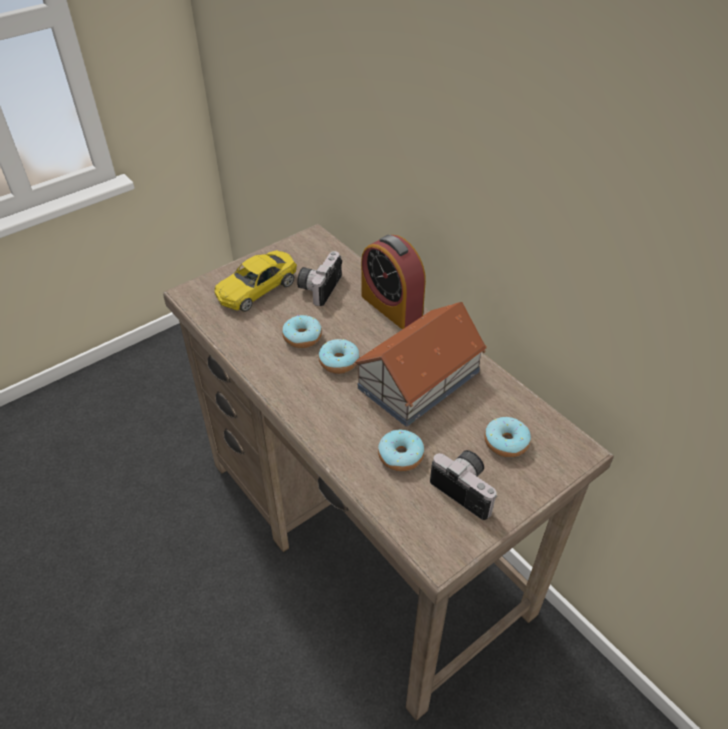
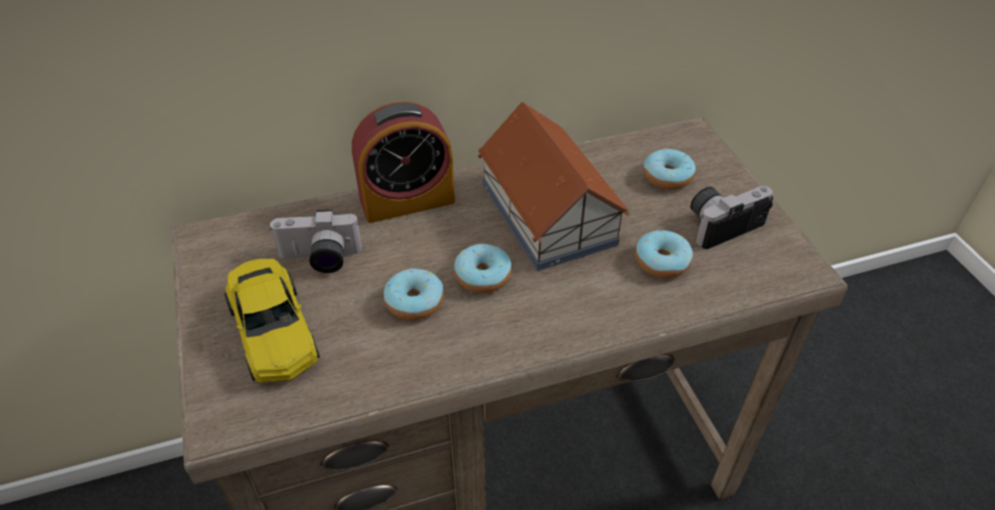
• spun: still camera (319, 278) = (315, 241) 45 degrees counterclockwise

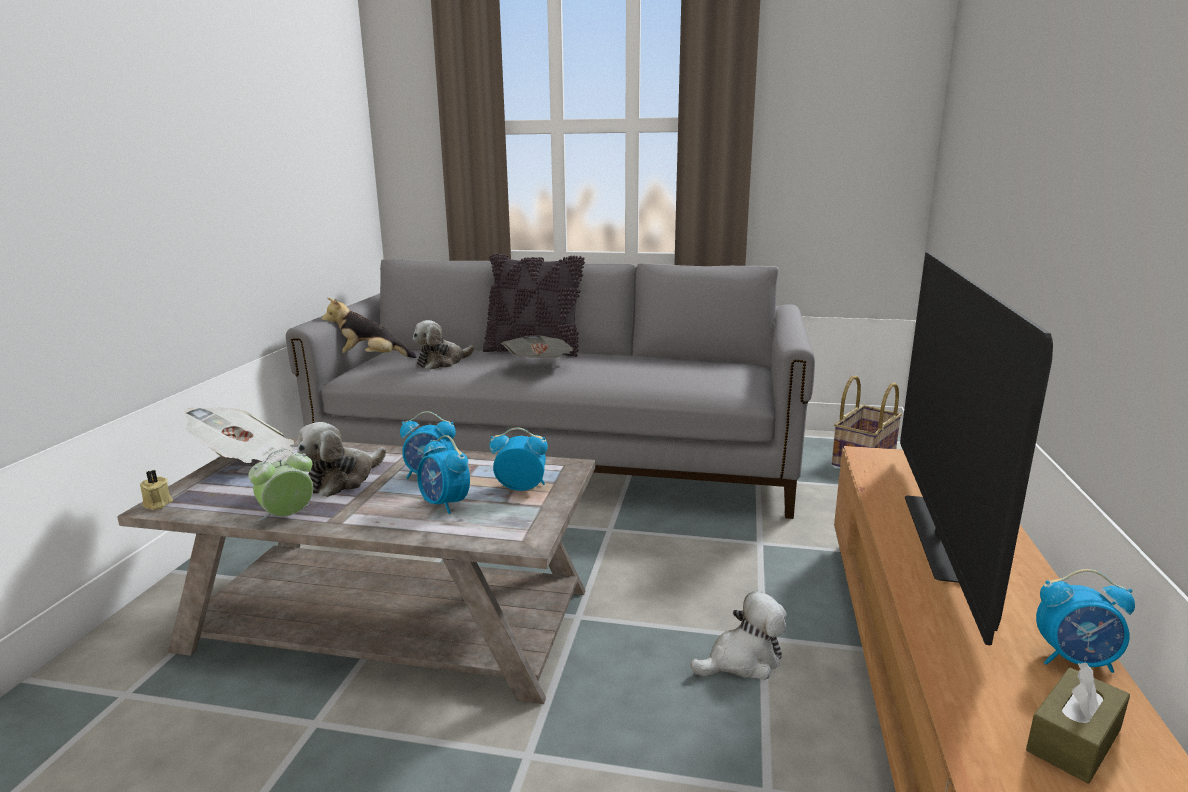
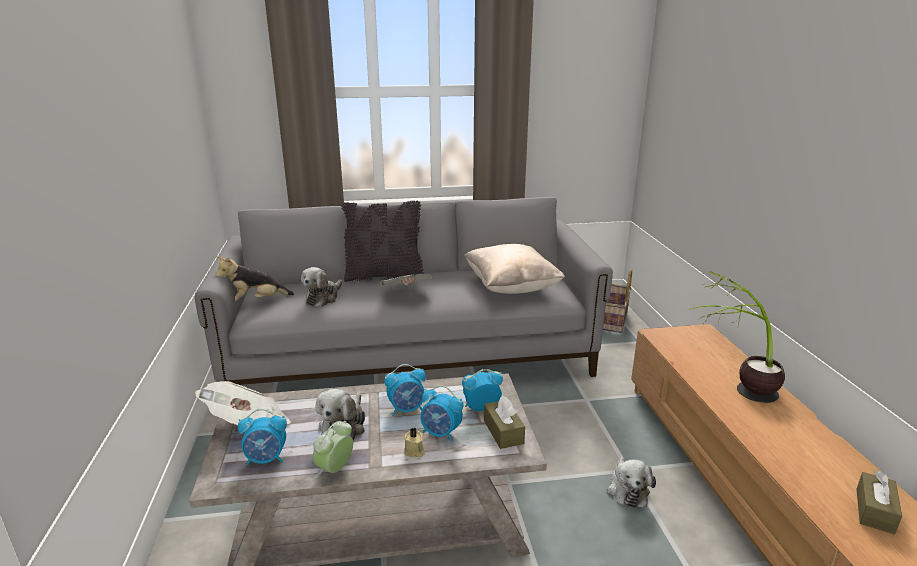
• relocated: bedside clock (1085, 621) to (262, 437)
• relocated: wax candle (beige-coloured) (156, 490) to (414, 443)
• appeared: throw pillow (beige-coloured) (514, 269)
• appeared: tissue holder (brown-coloured) (504, 422)
• spun: plush toy (738, 635) = (631, 481) 135 degrees clockwise
• exchanged: television (976, 448) to potted plant (737, 337)

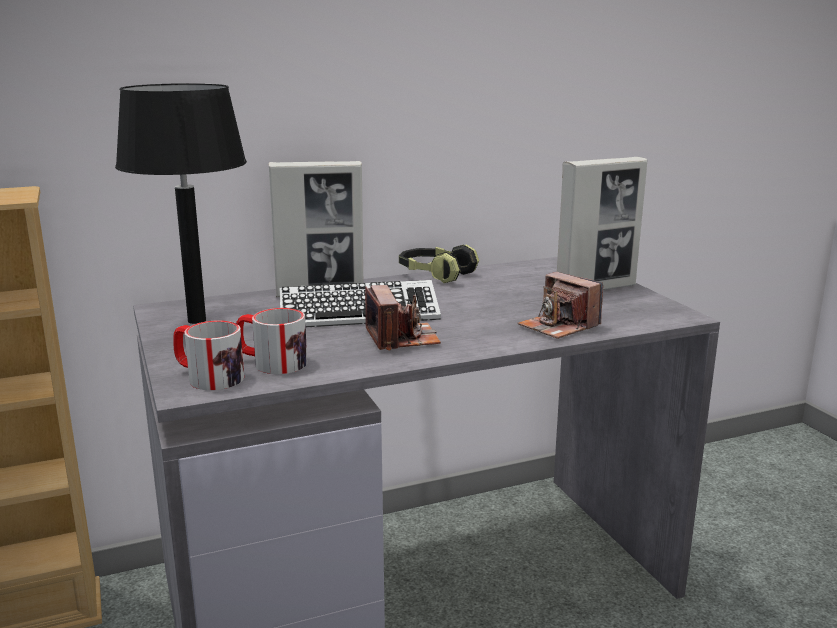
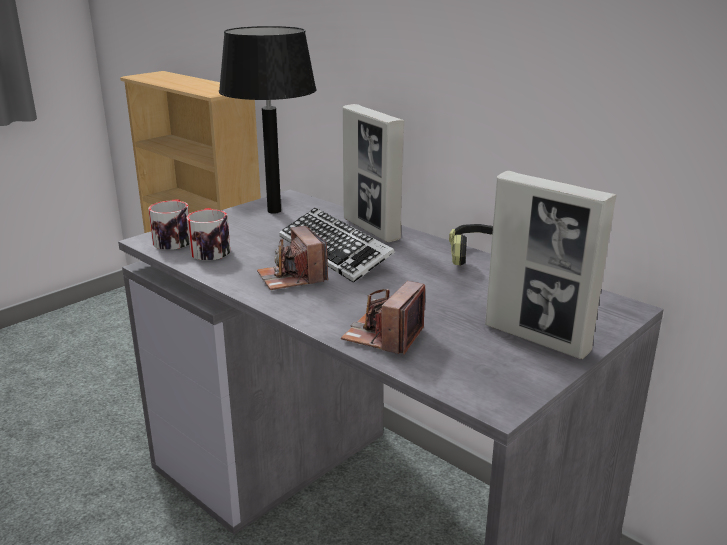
• spun: still camera (403, 317) = (292, 258) 105 degrees clockwise

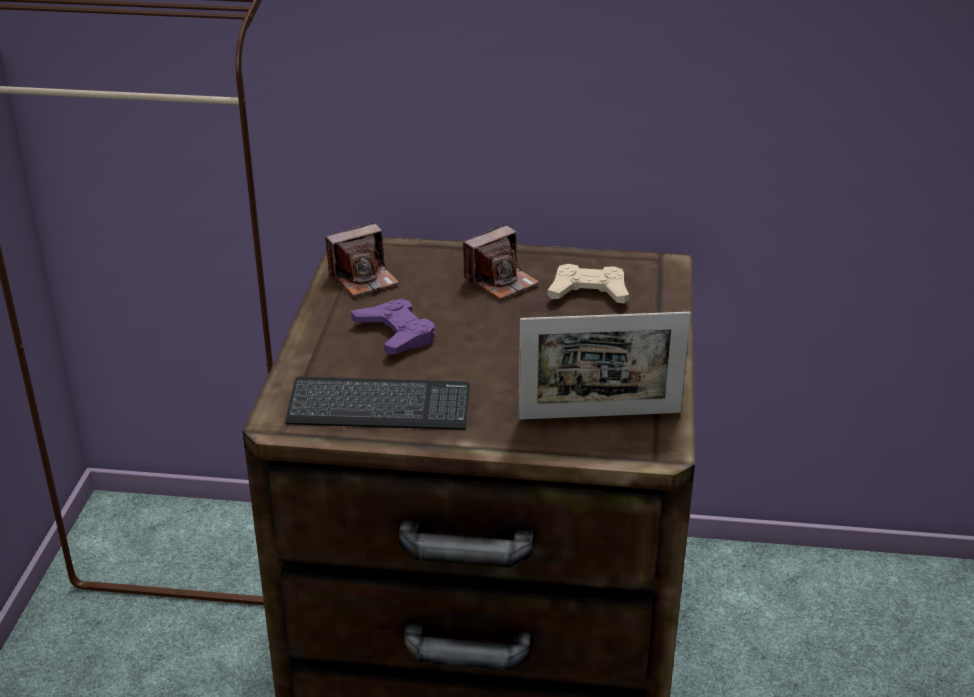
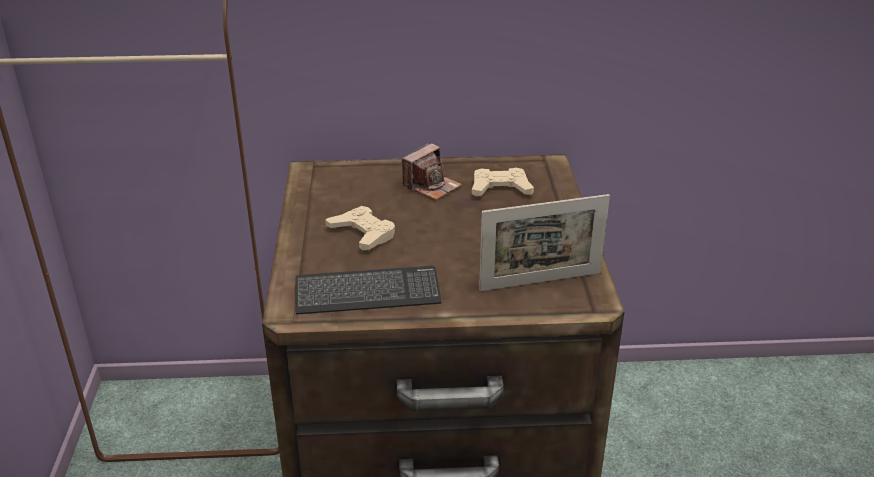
• colour: joypad (purplish) (393, 326) to joypad (beige-coloured) (360, 228)
• missing: still camera (362, 259)

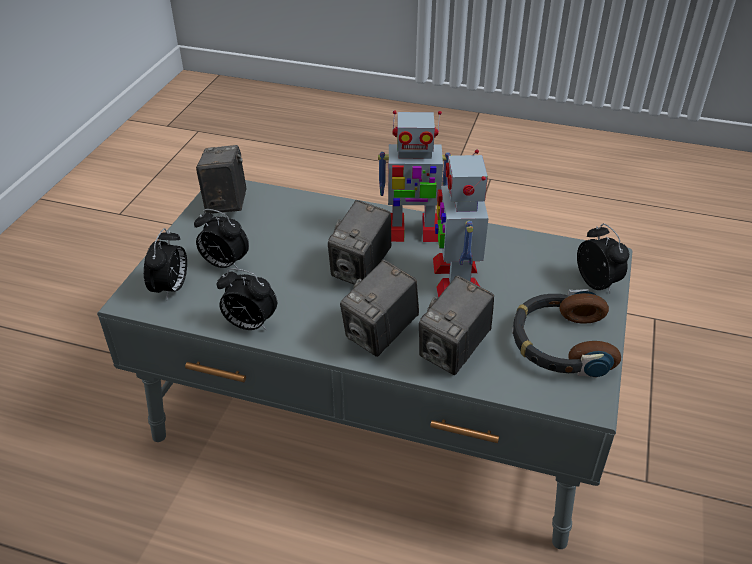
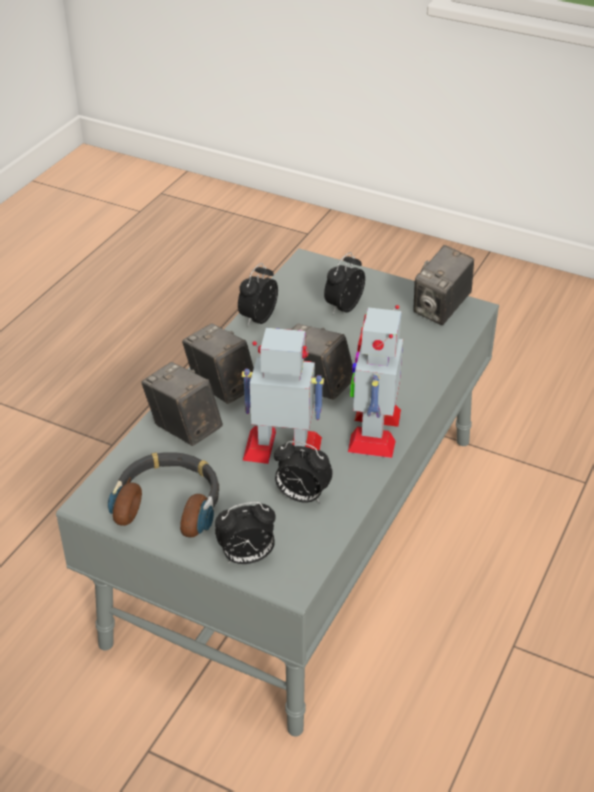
• relocated: bedside clock (165, 264) to (303, 472)
• spun: still camera (221, 179) = (443, 285) 120 degrees clockwise

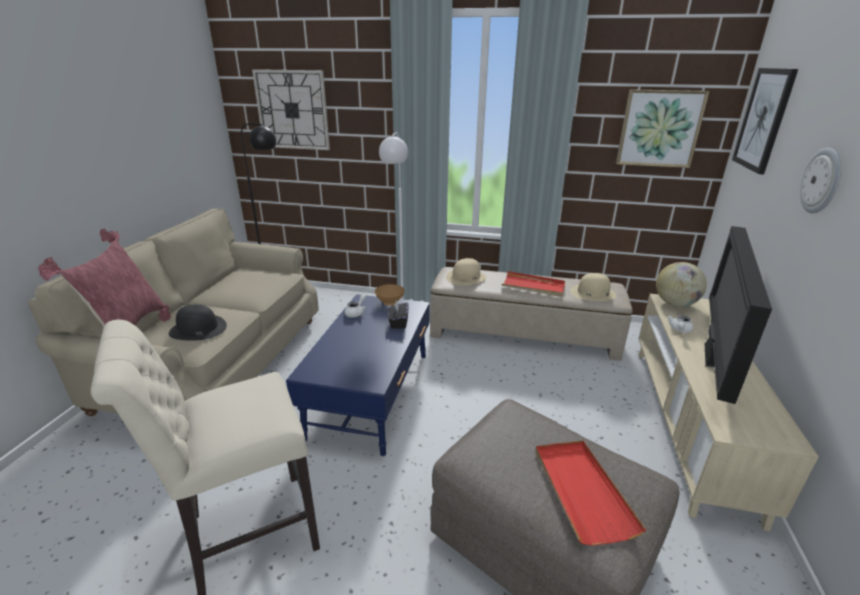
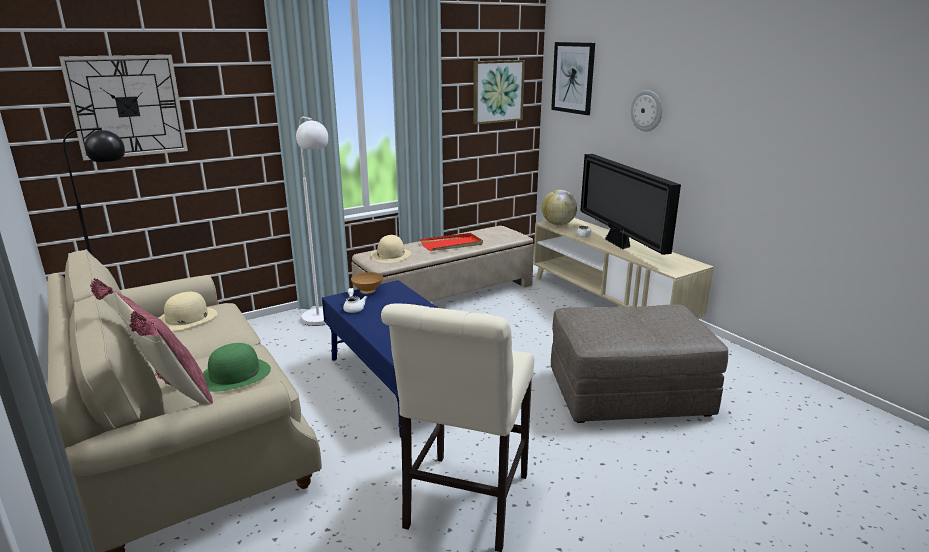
• relocated: clothing hat (beige-coloured) (593, 287) to (188, 311)
• colour: clothing hat (black) (198, 322) to clothing hat (green-coloured) (237, 367)
• missing: tissue holder (black) (398, 314)
• missing: carrying tray (reddish) (590, 493)

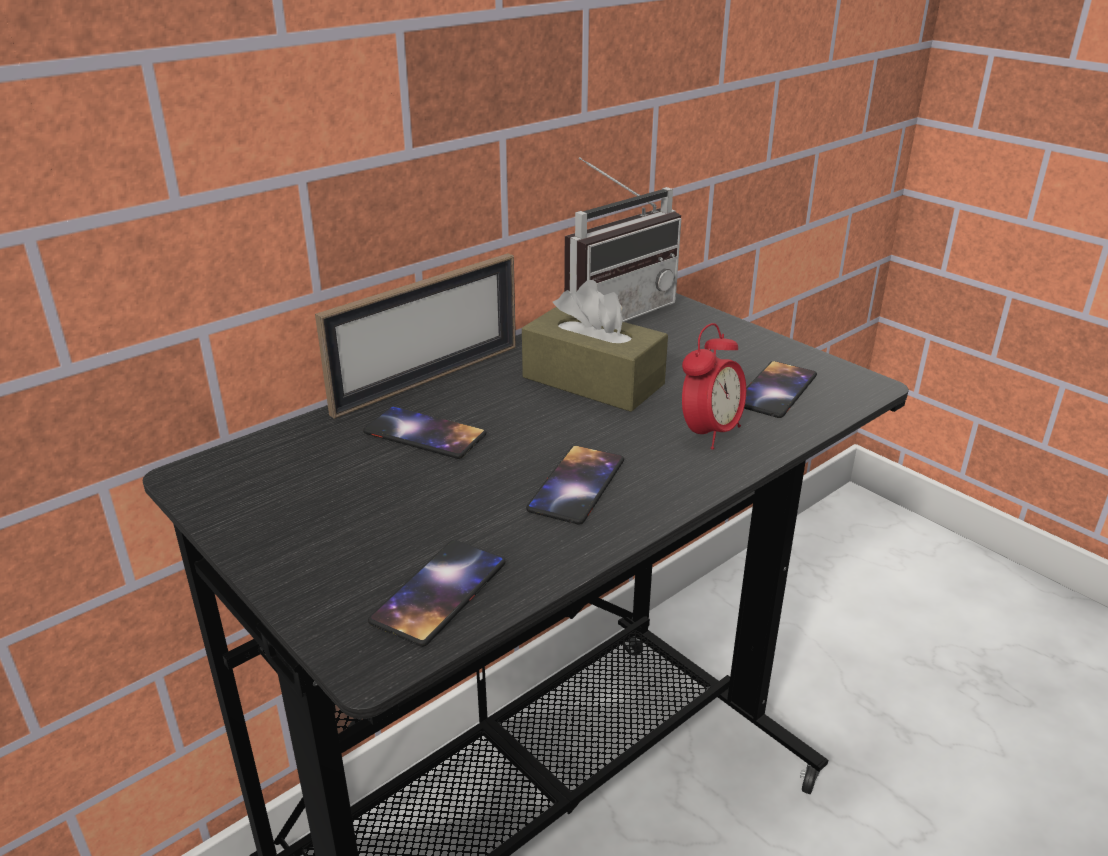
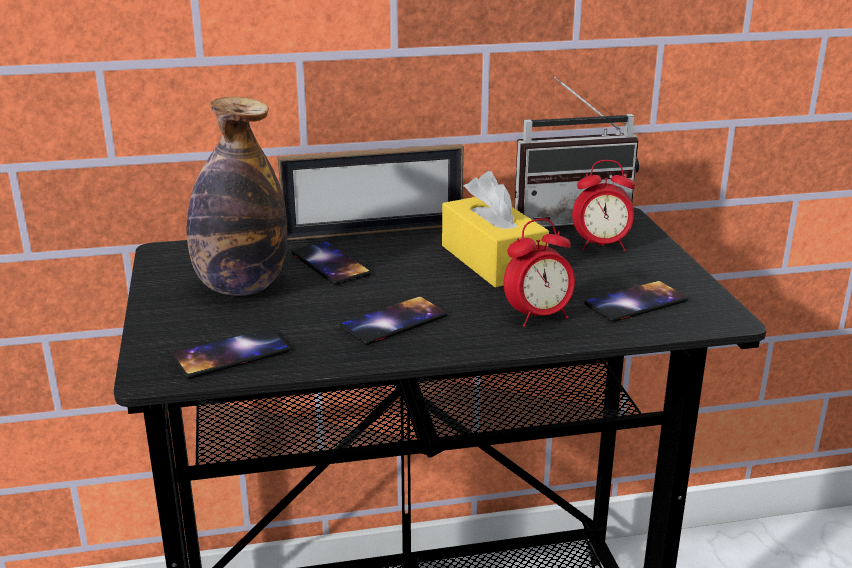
• appeared: beverage bottle (237, 196)
• colour: tissue holder (brown-coloured) (595, 346) to tissue holder (yellow) (495, 229)
• appeared: bedside clock (603, 205)

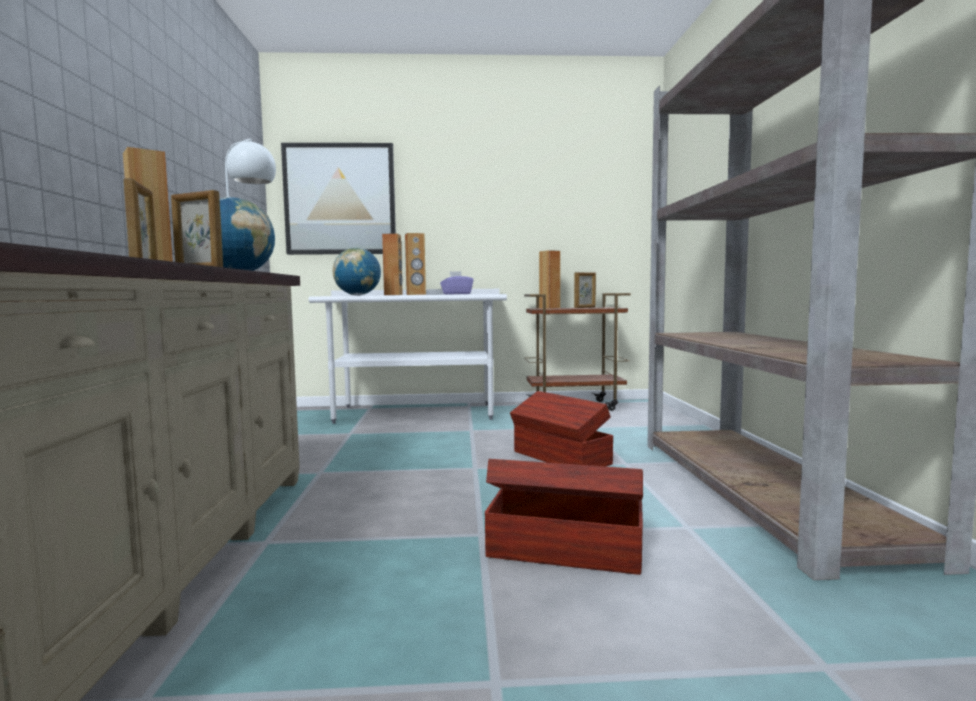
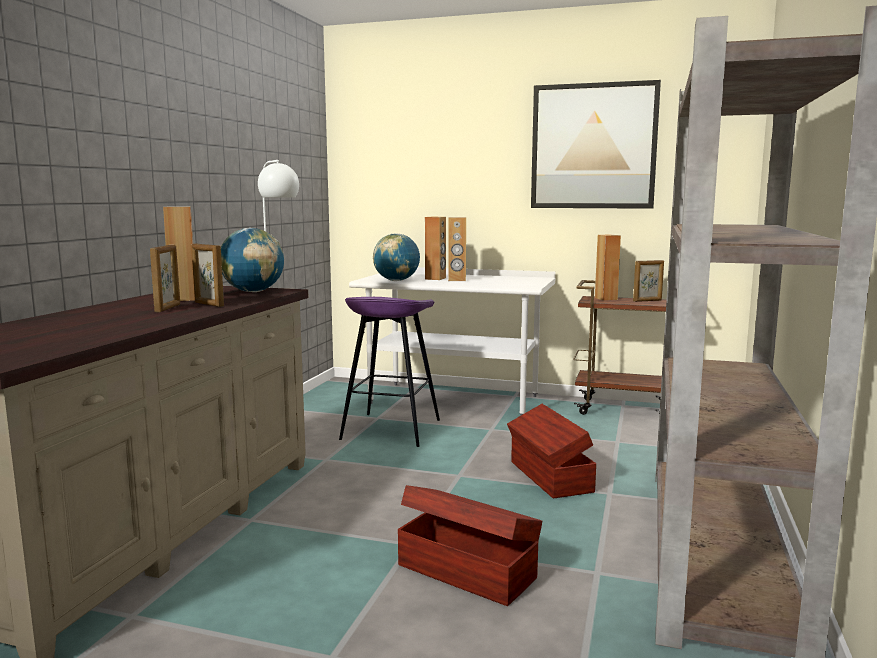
• appeared: stool seat (purplish) (389, 372)
• relocated: wall art (338, 199) to (596, 144)
• missing: tissue holder (purplish) (456, 282)

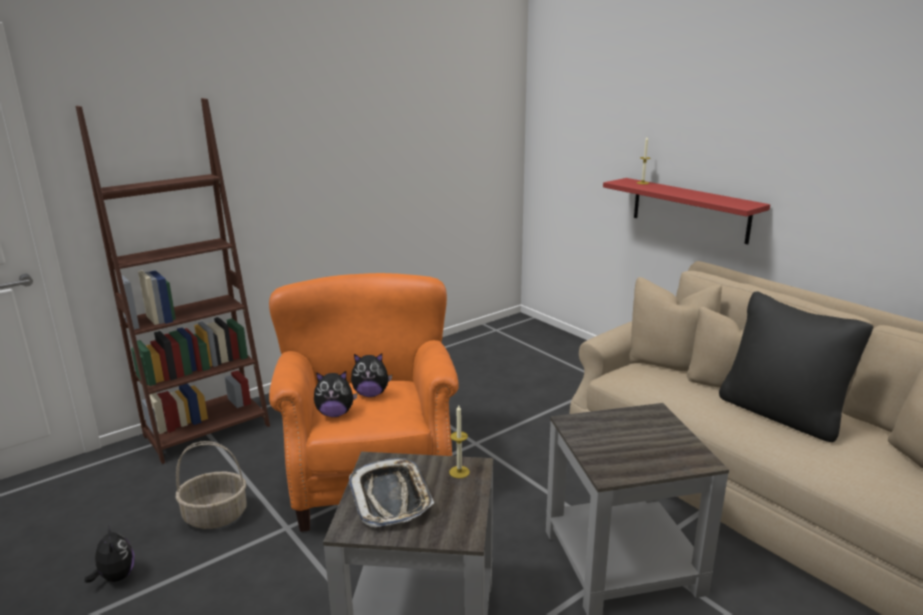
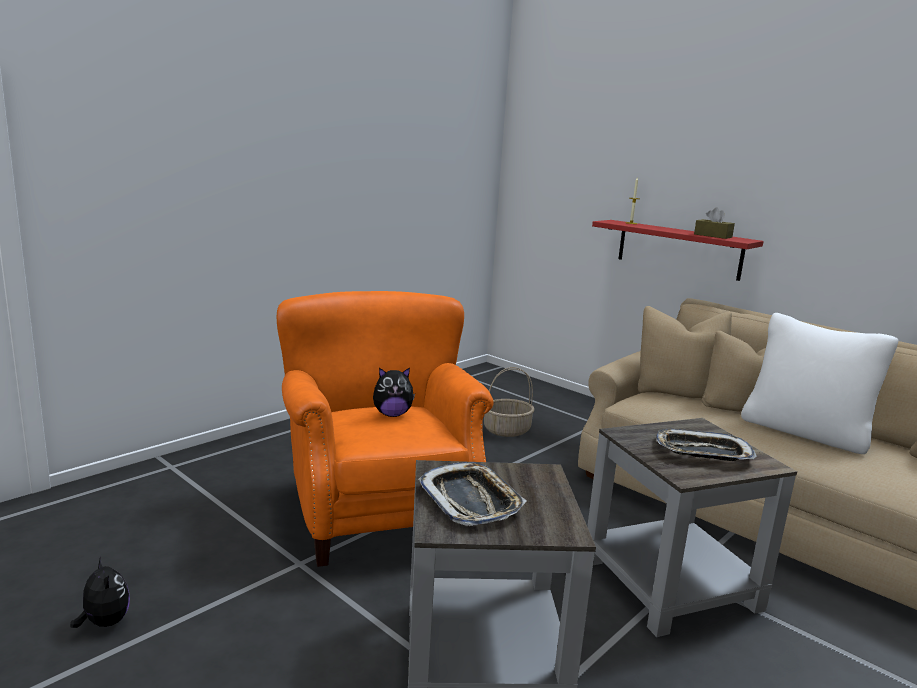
• relocated: household basket (211, 485) to (509, 402)
• appeared: carrying tray (706, 445)
• appeared: tissue holder (brown-coloured) (714, 223)
• colour: throw pillow (black) (796, 366) to throw pillow (whitish) (820, 383)
• missing: bookcase (brown-coloured) (173, 281)
• missing: plush toy (335, 394)
• missing: wax candle (459, 441)

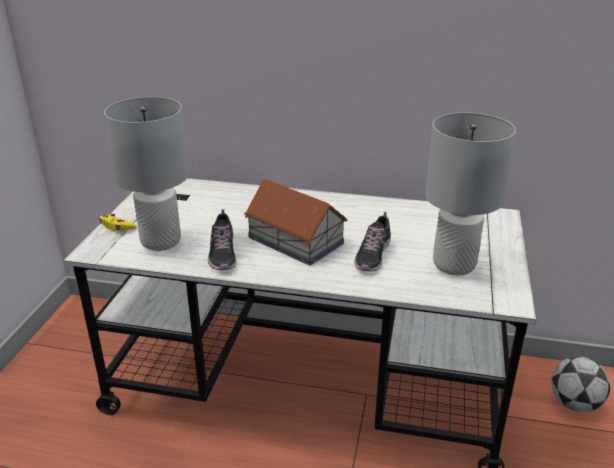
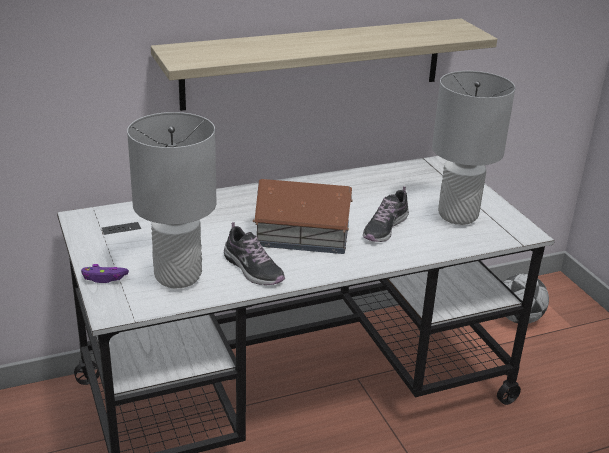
• colour: joypad (yellow) (118, 222) to joypad (purplish) (105, 273)
• appeared: bracket shelf (324, 65)
• spun: shoe (372, 241) = (386, 214) 45 degrees clockwise

